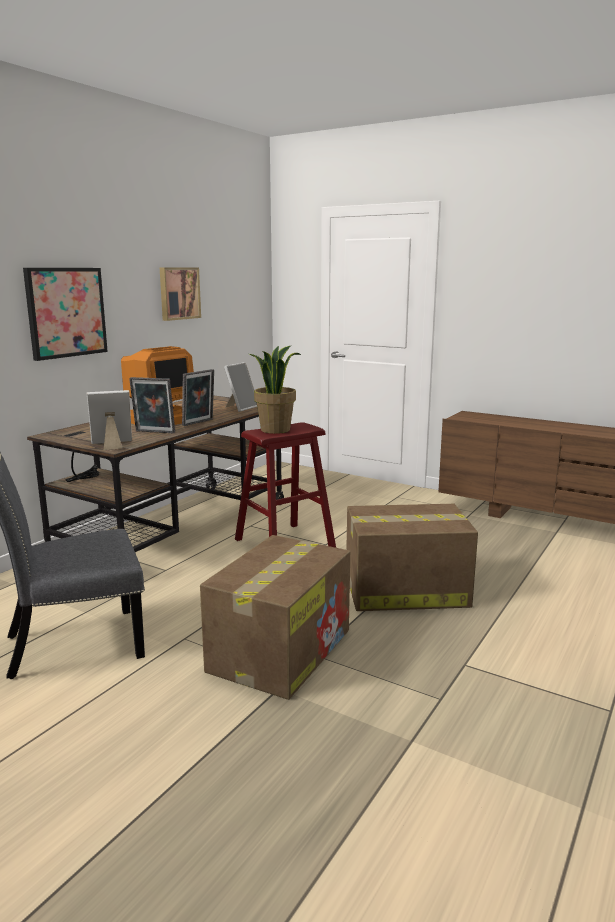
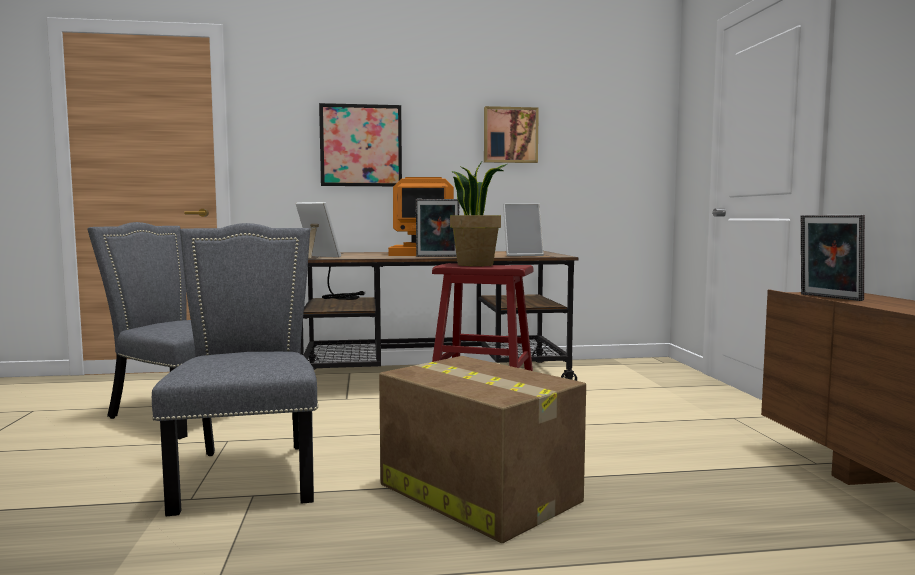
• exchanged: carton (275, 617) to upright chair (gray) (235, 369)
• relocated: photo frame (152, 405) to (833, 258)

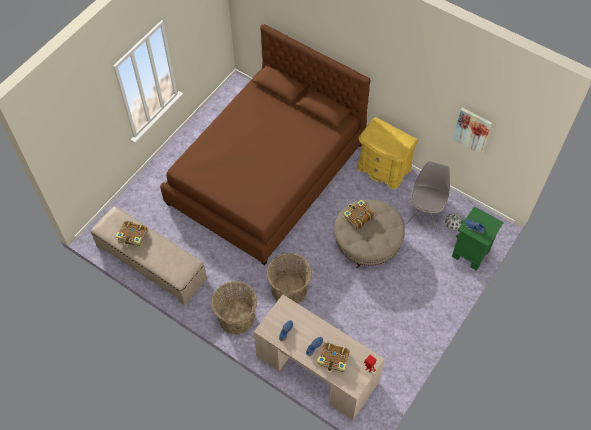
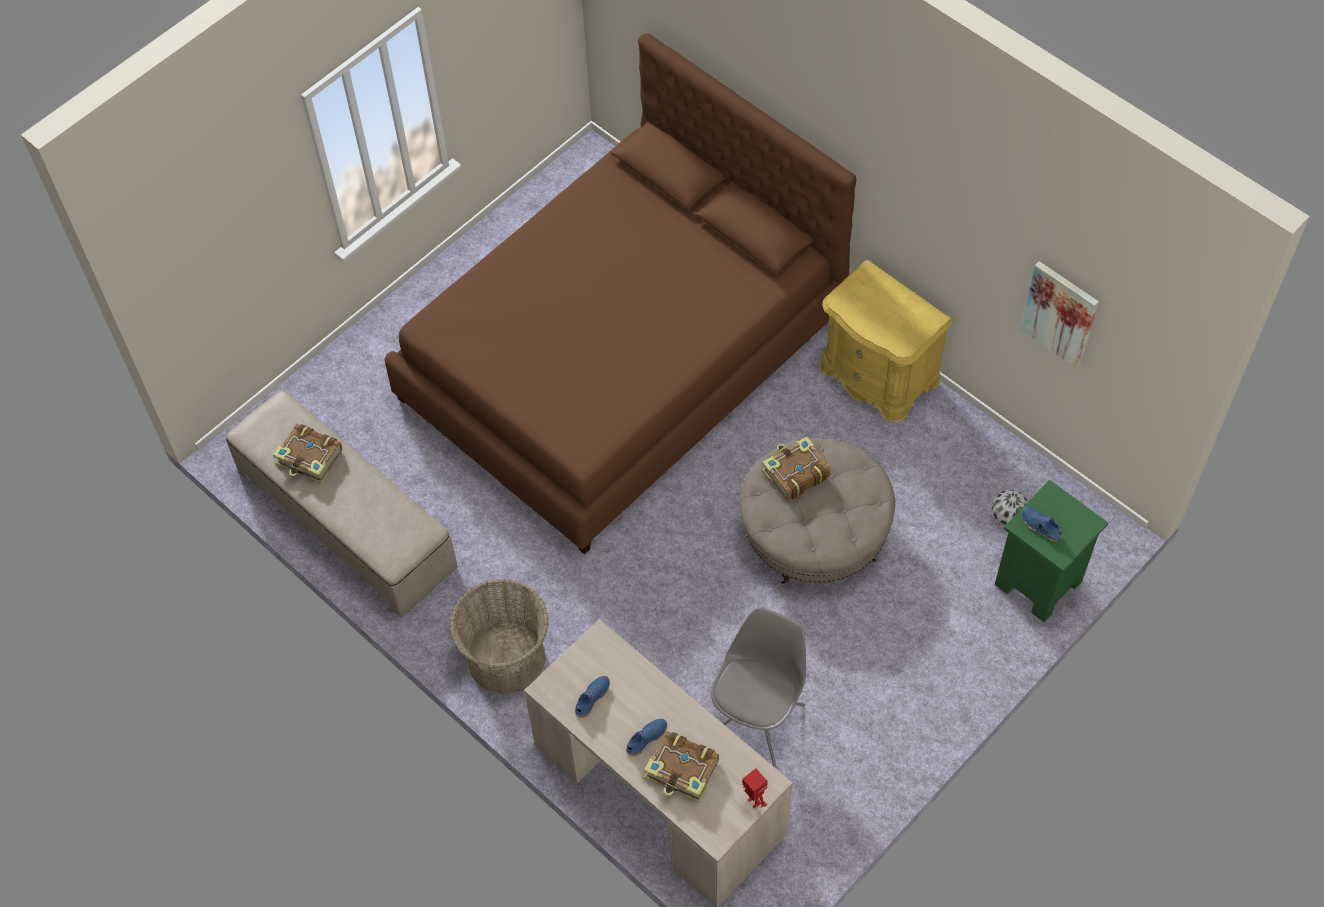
• relocated: upright chair (gray) (428, 196) to (758, 686)
• missing: household basket (289, 278)

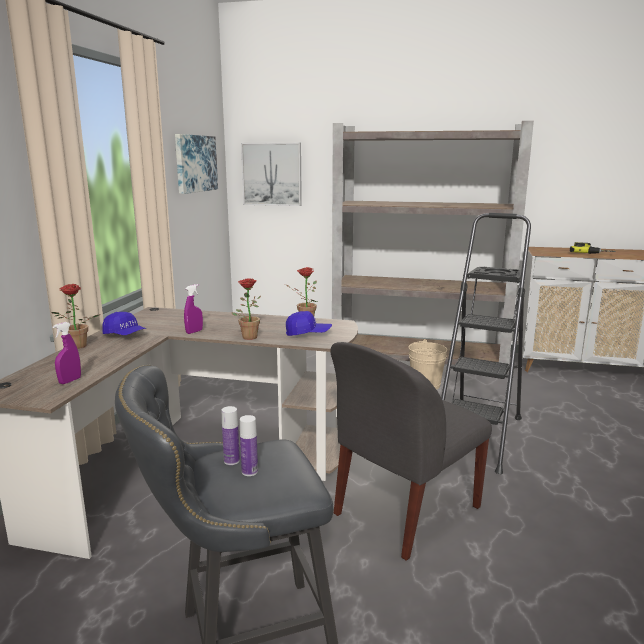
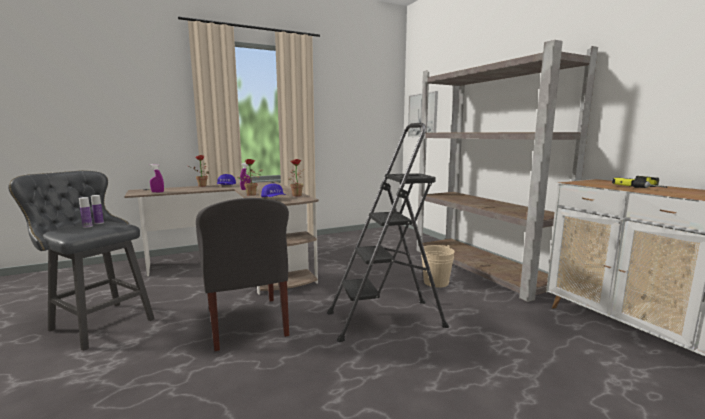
• spun: upright chair (gray) (411, 451) = (242, 274) 120 degrees counterclockwise
• missing: wall art (196, 164)

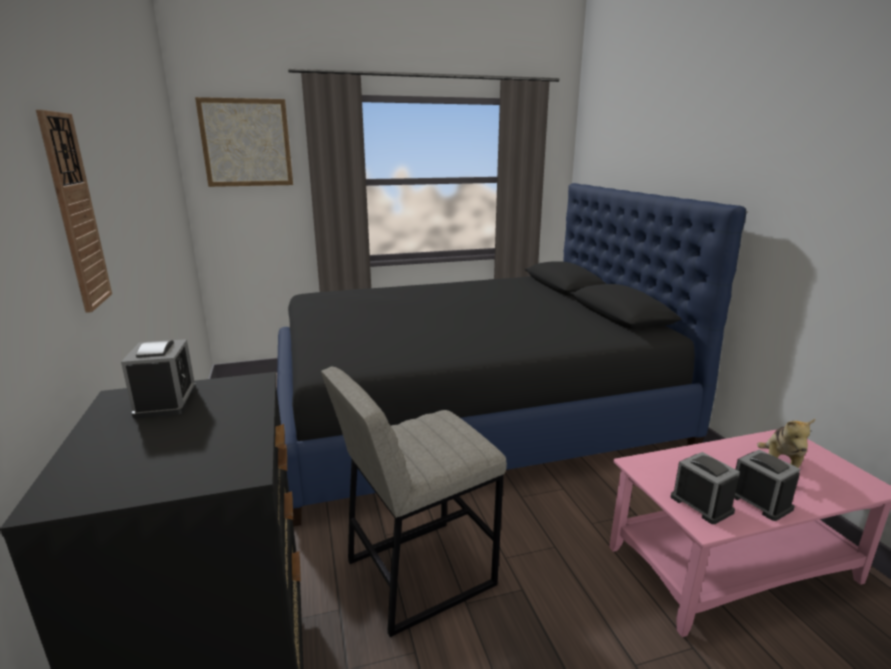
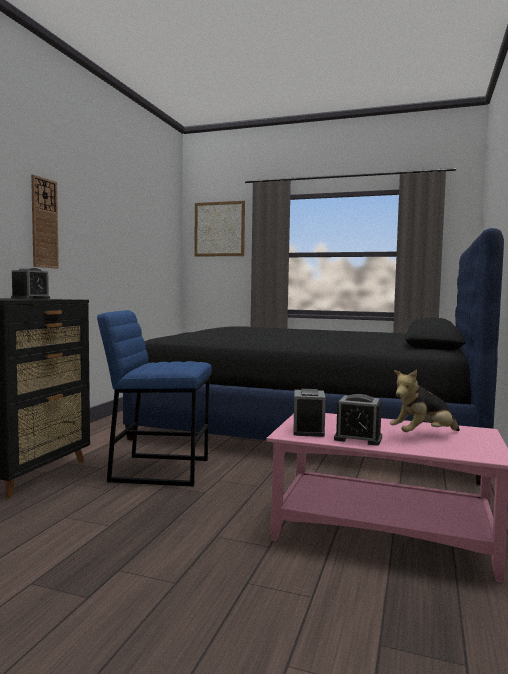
• colour: upright chair (gray) (414, 501) to upright chair (bluish) (154, 398)
• spun: bedside clock (767, 485) = (358, 419) 105 degrees clockwise

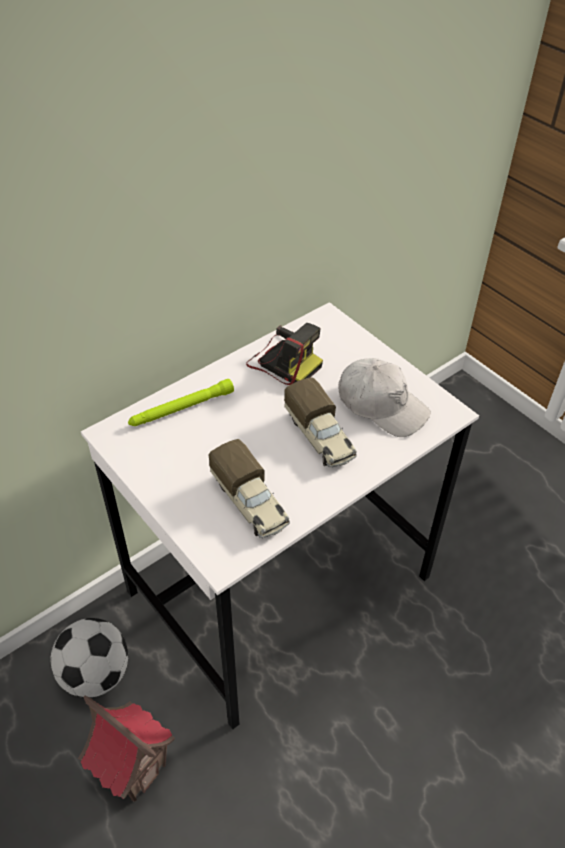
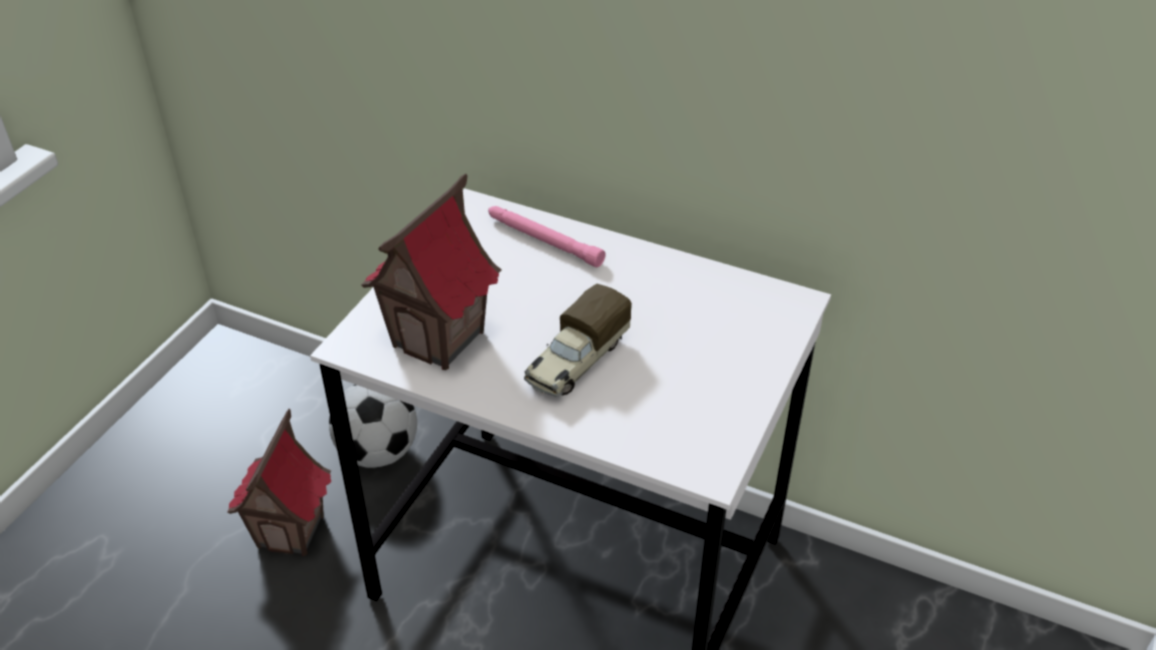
• exchanged: toy truck (249, 488) to model house (431, 271)
• colour: torch (green-coloured) (181, 402) to torch (pinkish) (546, 236)
• missing: still camera (284, 354)
• missing: baseball cap (whitish) (384, 397)

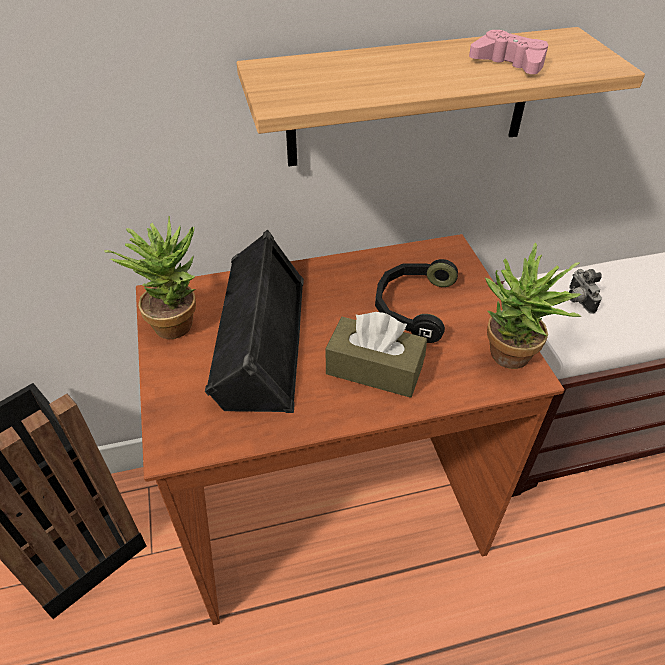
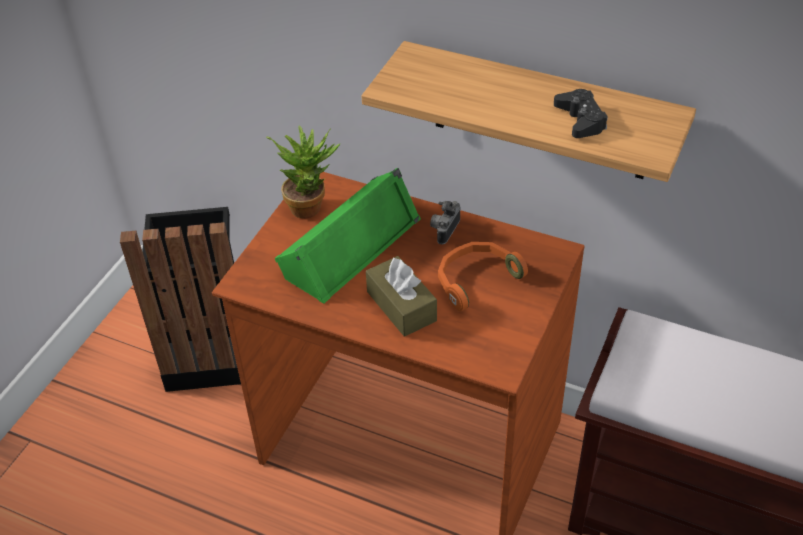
• colour: speaker (black) (254, 321) to speaker (green-coloured) (348, 236)
• relocated: still camera (585, 291) to (445, 222)
• colour: pair of headphones (black) (416, 301) to pair of headphones (orange) (483, 276)
• colour: joypad (pinkish) (508, 52) to joypad (black) (581, 113)
• missing: potted plant (533, 305)

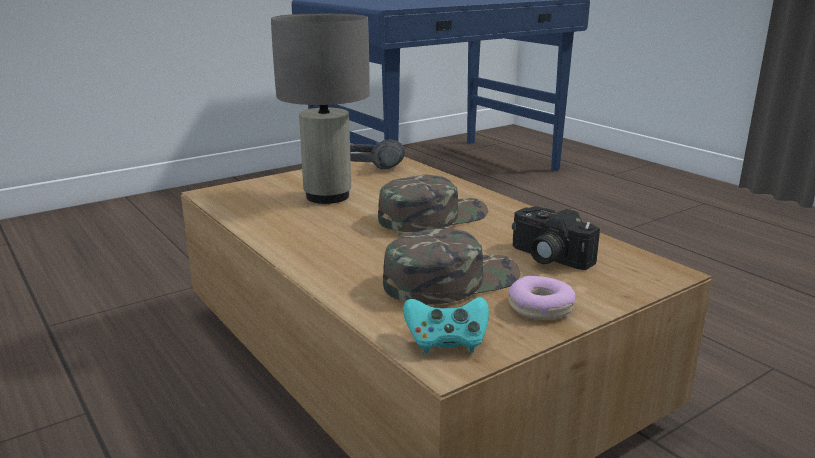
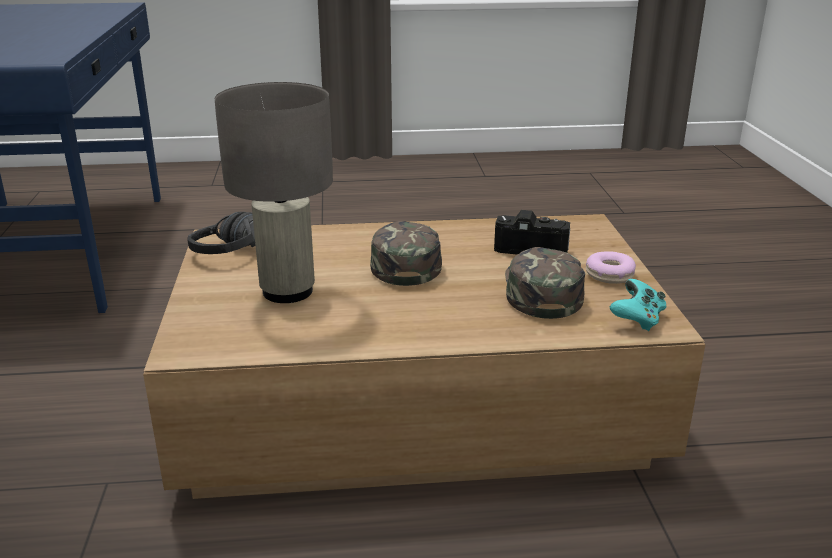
• spun: still camera (556, 238) = (532, 232) 150 degrees counterclockwise

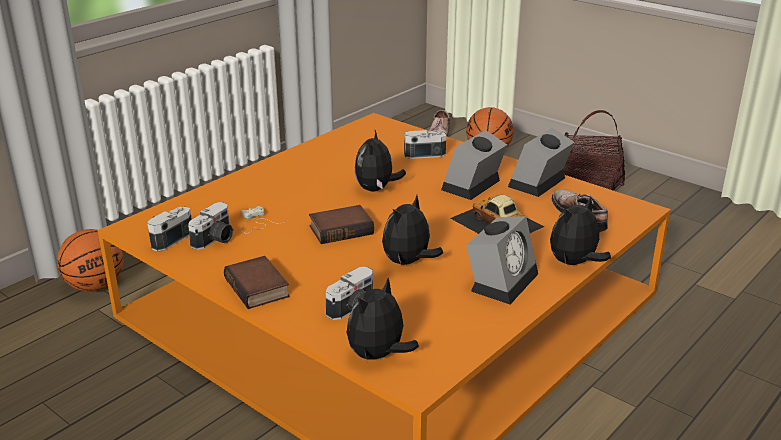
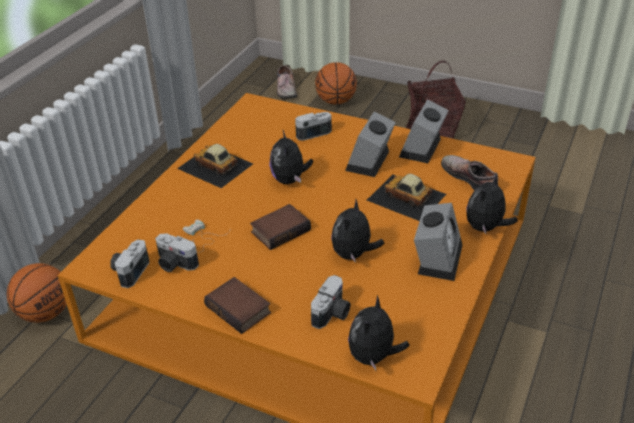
• spun: still camera (210, 226) = (177, 252) 105 degrees clockwise
• appeared: miniature car (215, 166)

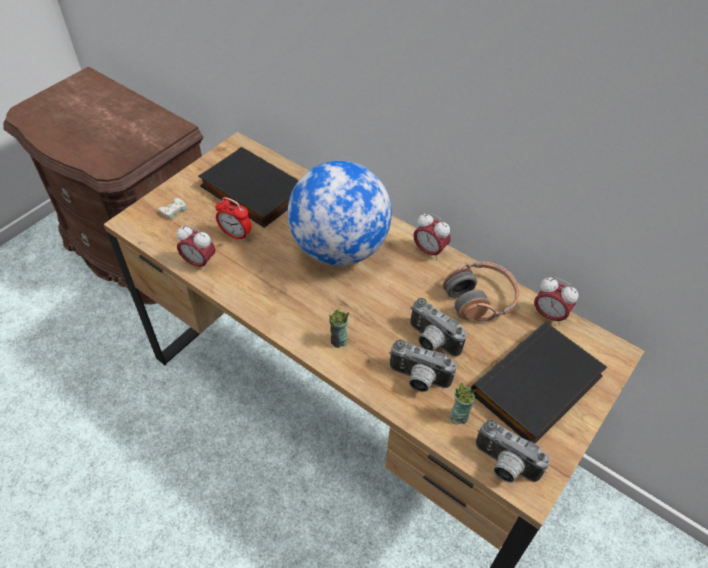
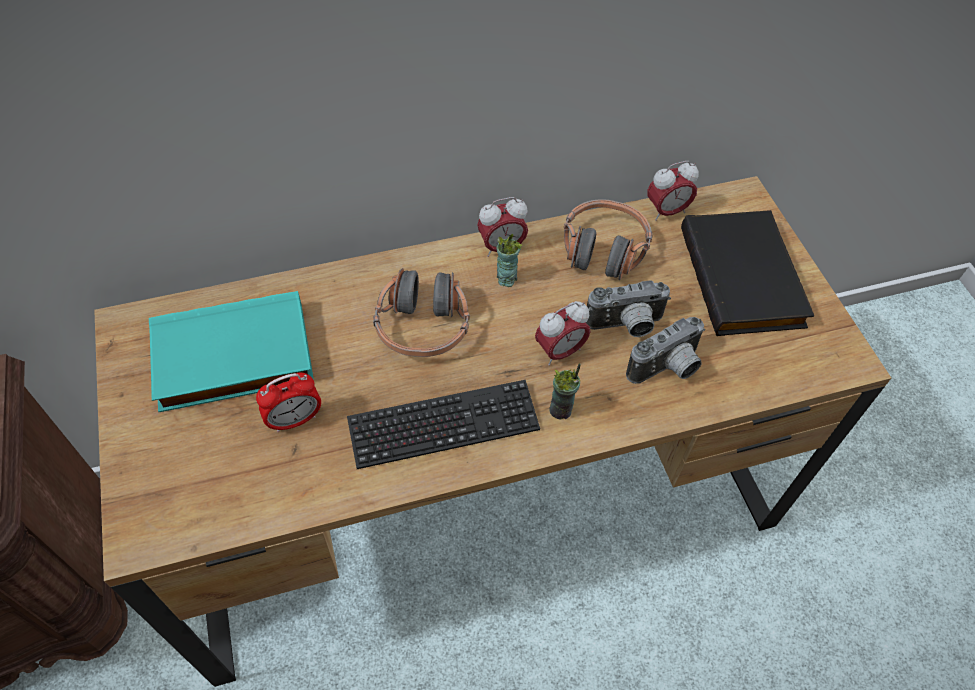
• colour: volume (black) (248, 187) to volume (turquoise-coloured) (231, 351)
• appeared: PC keyboard (443, 424)
• exchanged: desk globe (339, 213) to pair of headphones (421, 312)
• relocated: cup (463, 403) to (509, 260)
• relocated: bedside clock (195, 248) to (562, 333)
• missing: joypad (whitish) (187, 220)
• missing: still camera (513, 451)

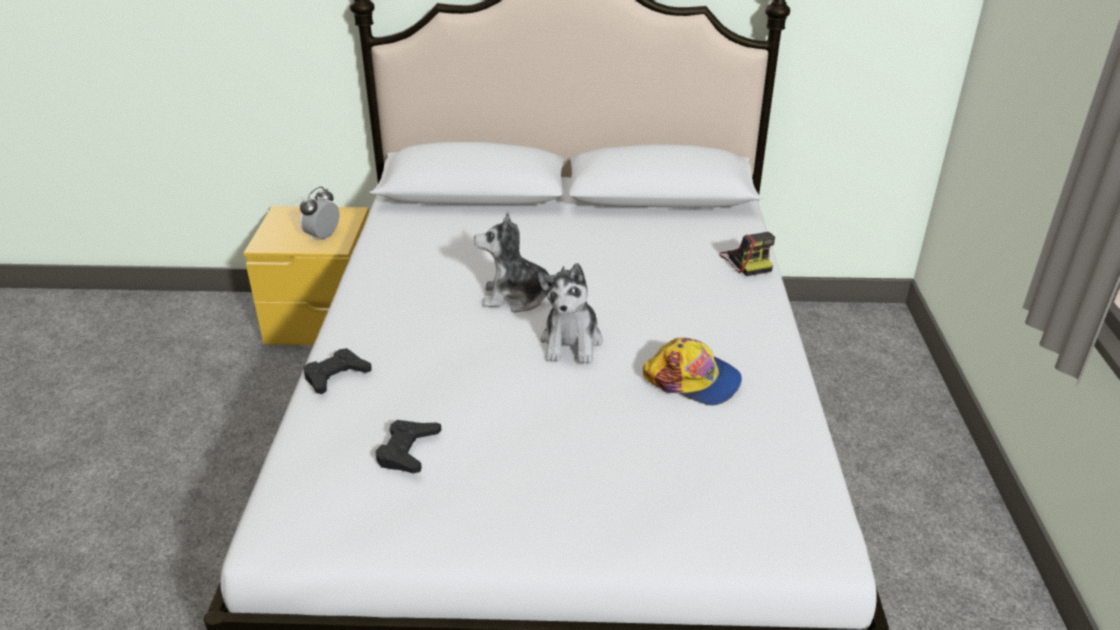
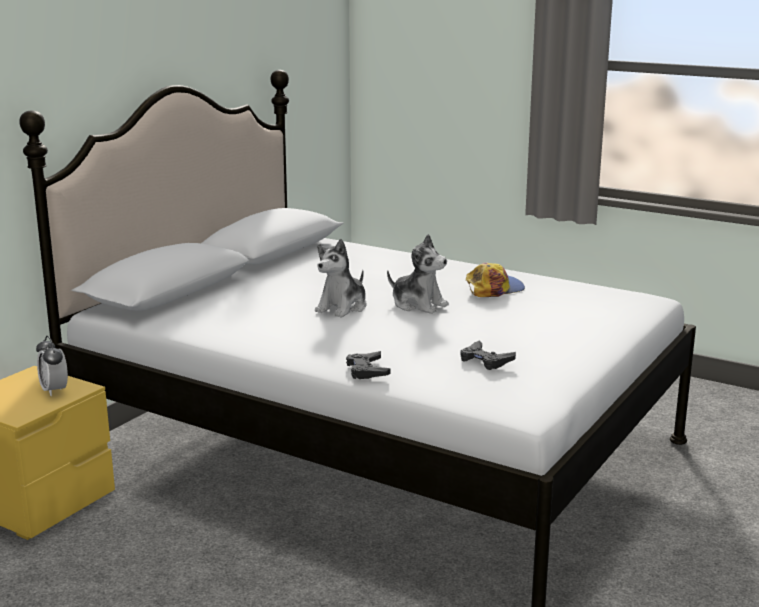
• missing: still camera (747, 254)

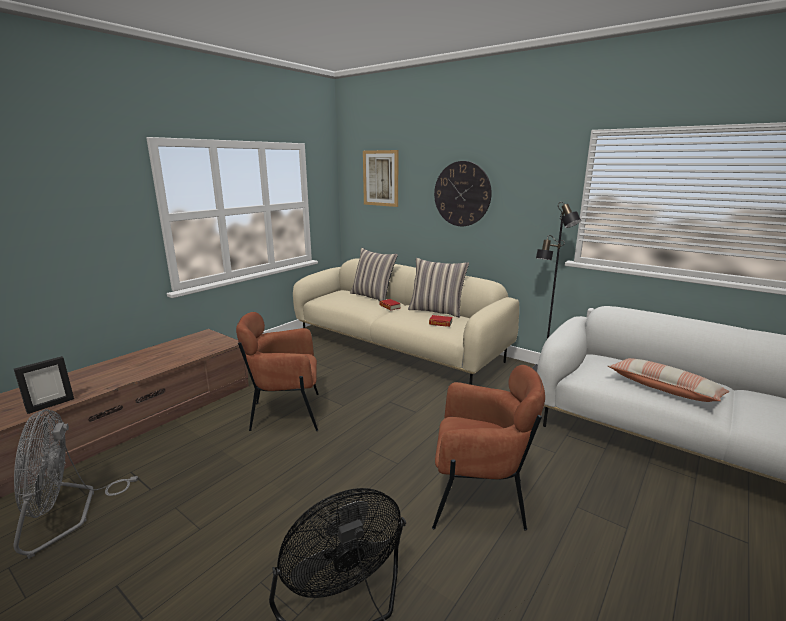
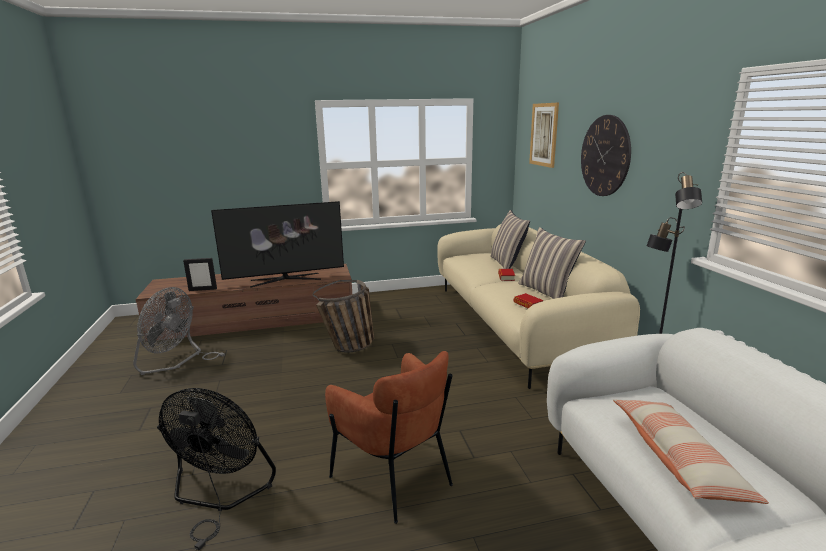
• appeared: television (277, 244)
• exchanged: lounge chair (brown-coloured) (277, 371) to household basket (343, 316)

